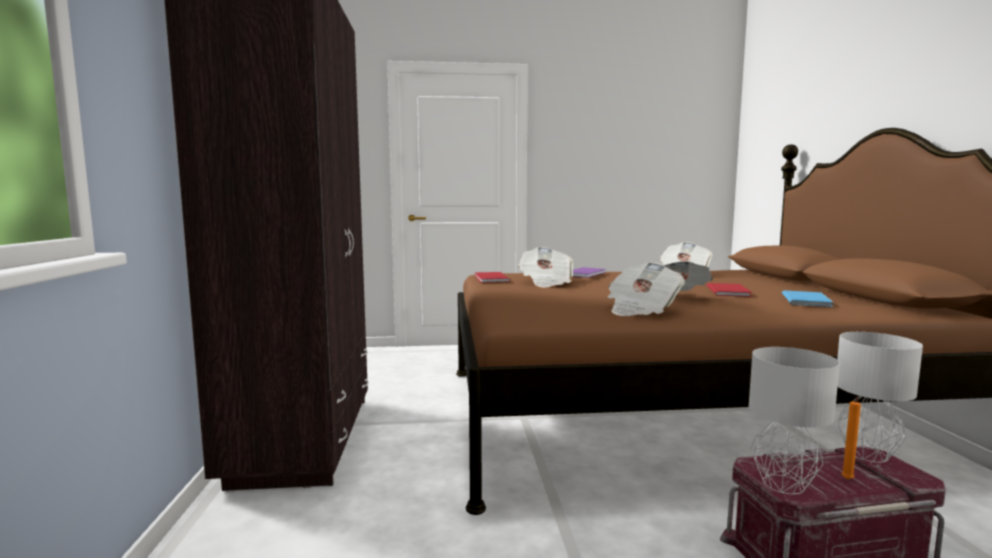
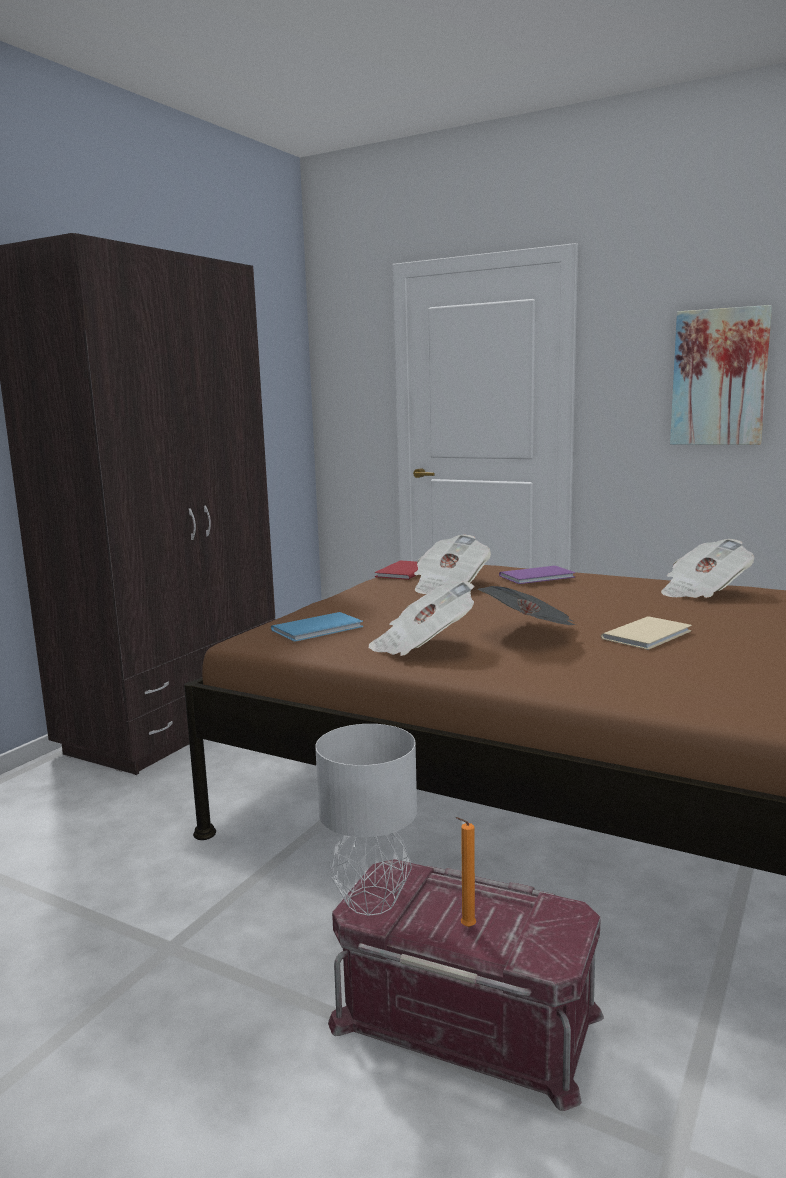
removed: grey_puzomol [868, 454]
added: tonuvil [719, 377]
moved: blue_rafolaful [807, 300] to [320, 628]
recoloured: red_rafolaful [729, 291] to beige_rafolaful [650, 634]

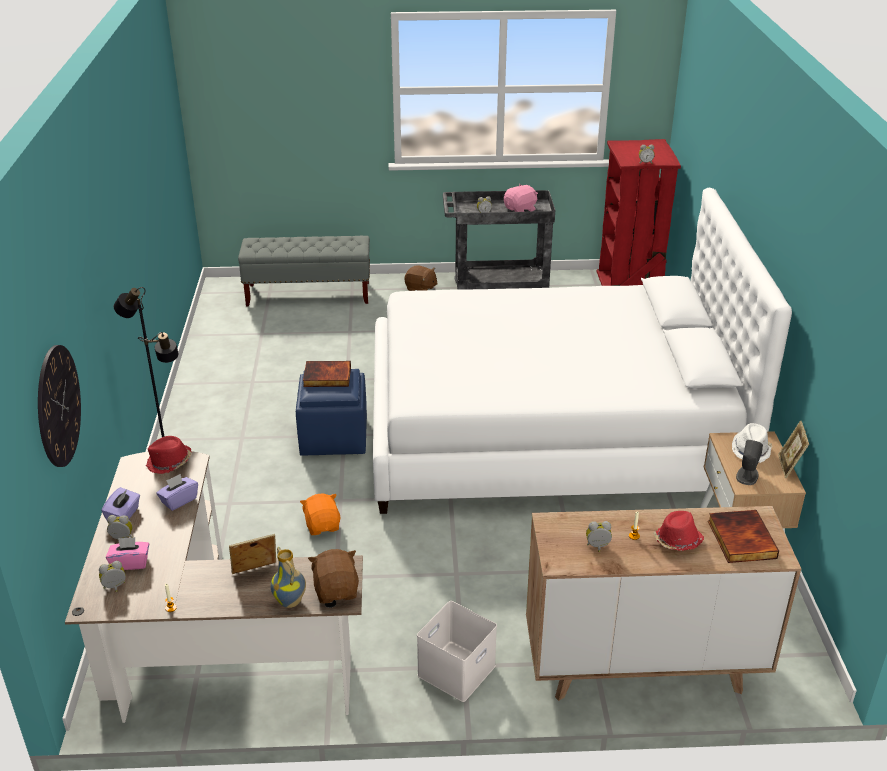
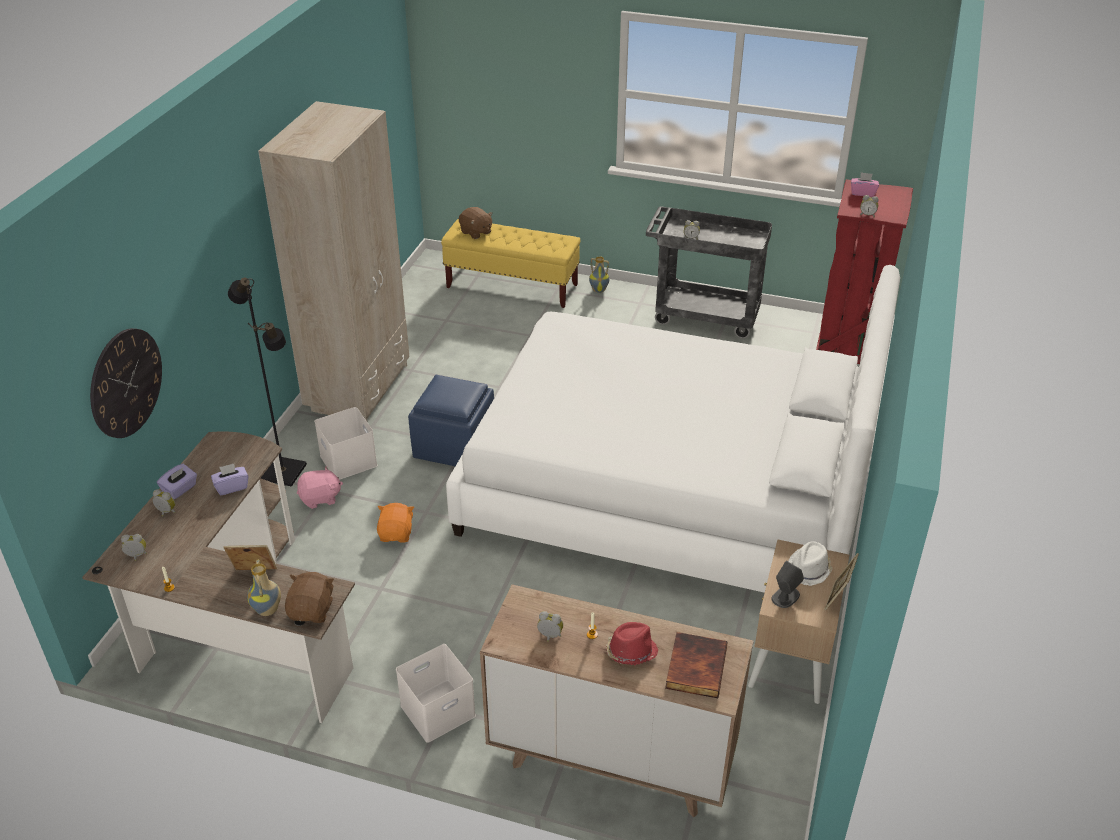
removed: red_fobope [169, 462]; rafolaful [327, 377]
added: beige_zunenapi [359, 387]; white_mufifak [347, 460]; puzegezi [599, 290]
moved: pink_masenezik [130, 563] to [863, 193]; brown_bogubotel [421, 289] to [476, 232]; pink_bogubotel [520, 209] to [320, 498]
recoloured: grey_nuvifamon [309, 294] to yellow_nuvifamon [512, 286]

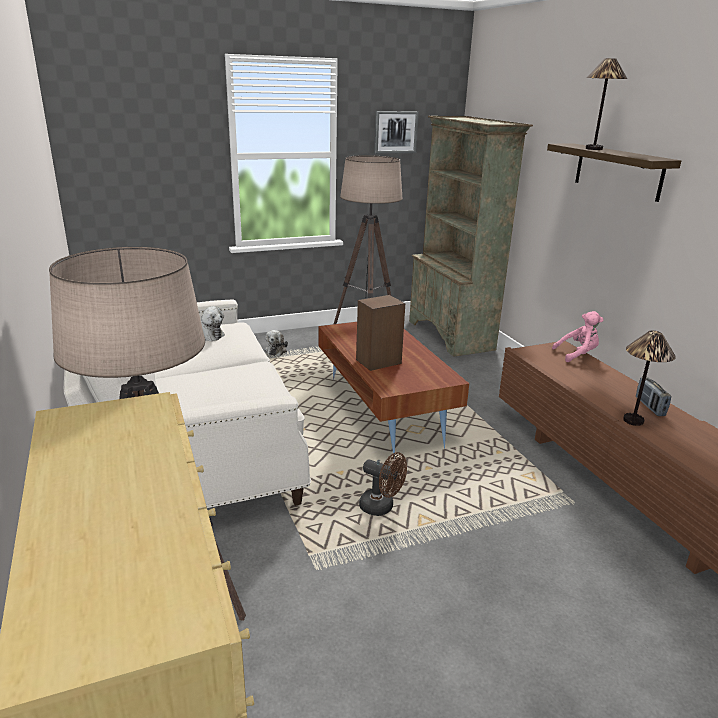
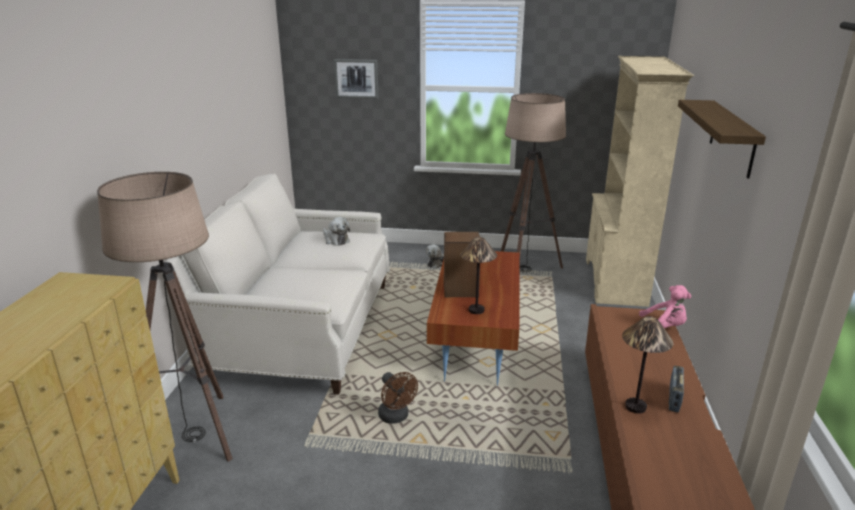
moved: tonuvil [395, 132] to [356, 78]; puzomol [593, 149] to [476, 310]
recoloured: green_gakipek [451, 335] to beige_gakipek [616, 281]

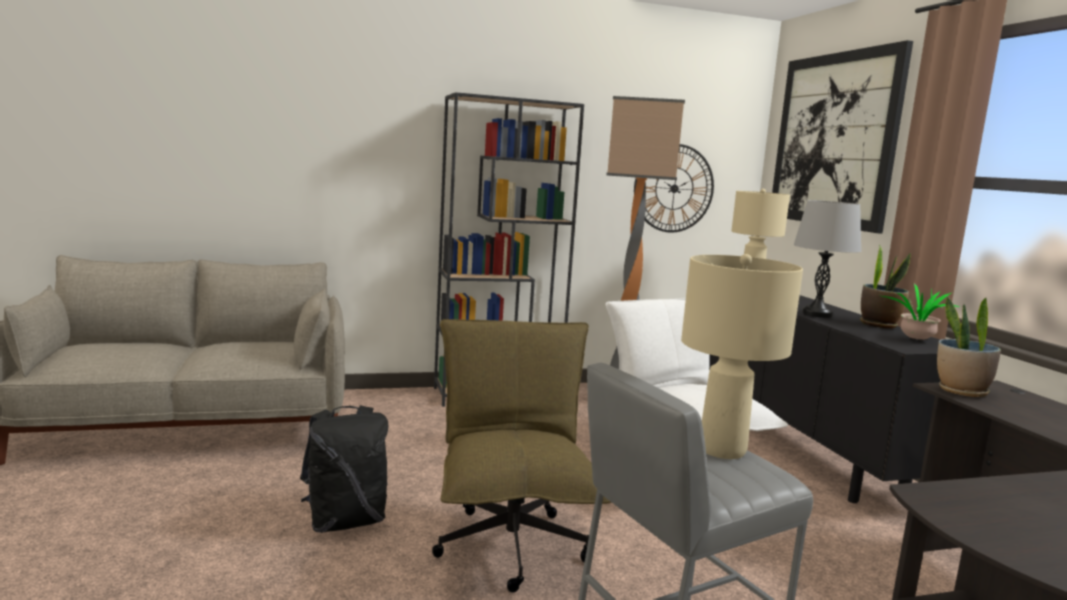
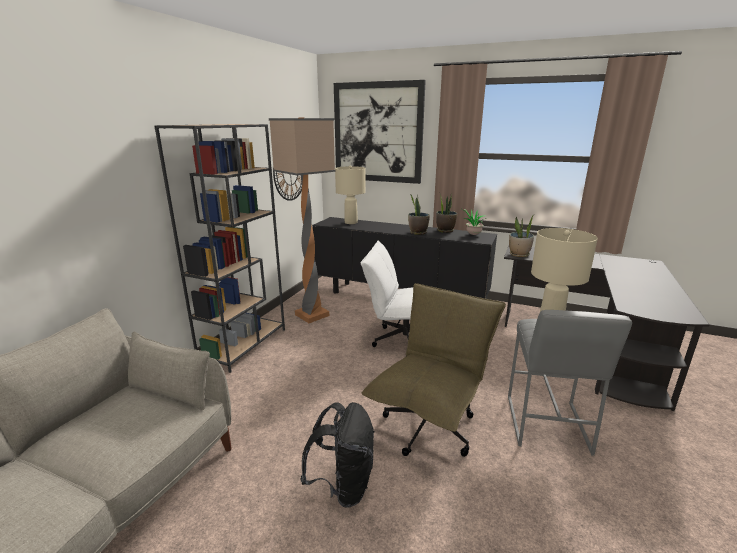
replaced: grey_puzomol [817, 314] to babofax [418, 232]
turned: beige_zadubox [511, 547] = [428, 427] 90 degrees clockwise

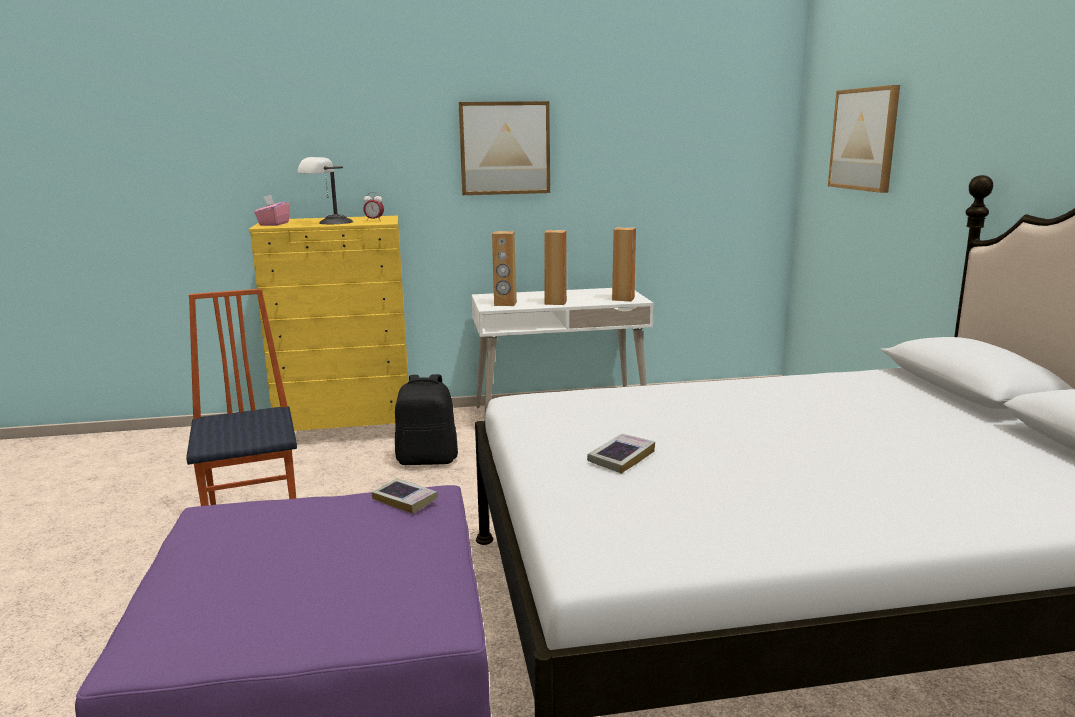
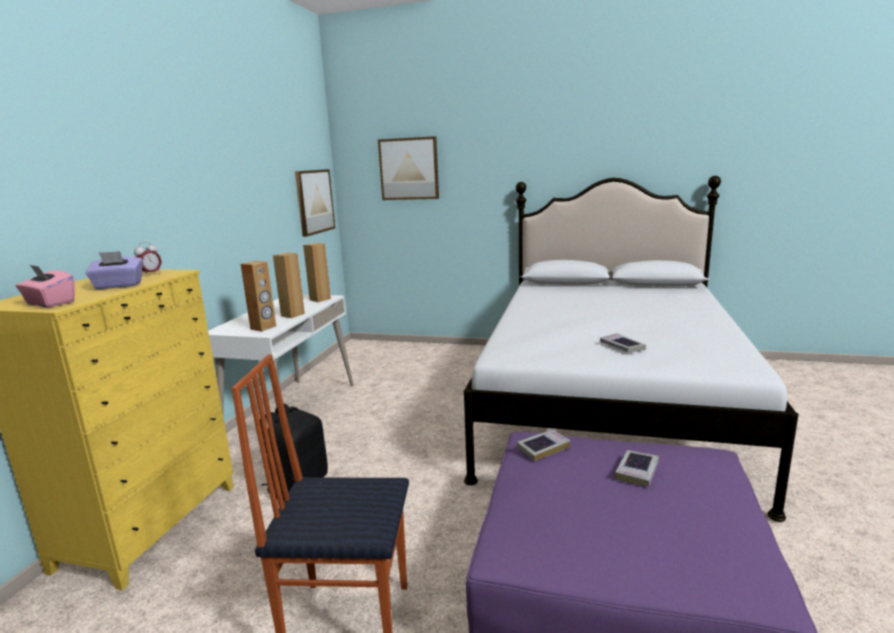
added: rafolaful [637, 471]
moved: tonuvil [504, 148] to [314, 201]
replaced: puzomol [329, 223] to purple_masenezik [118, 286]

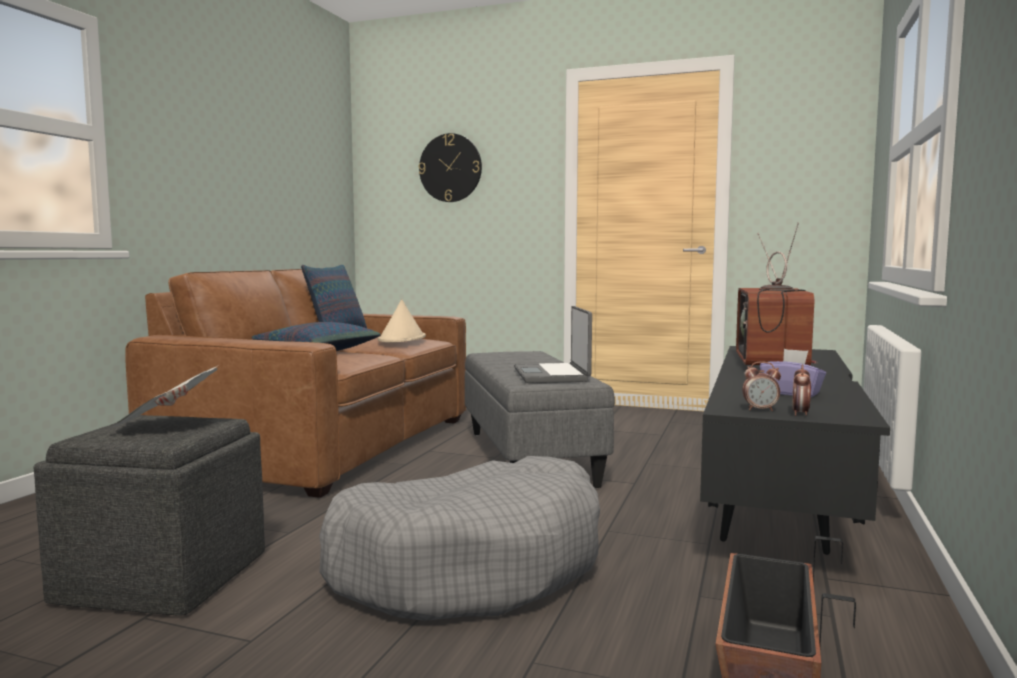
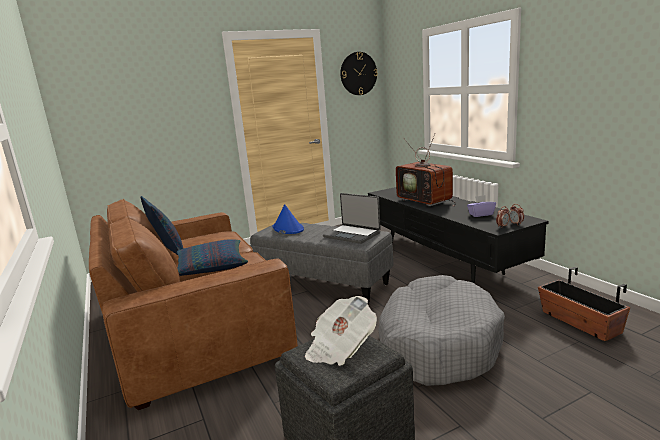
removed: beige_fobope [402, 339]
added: blue_fobope [287, 228]
moved: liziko [450, 168] to [358, 73]

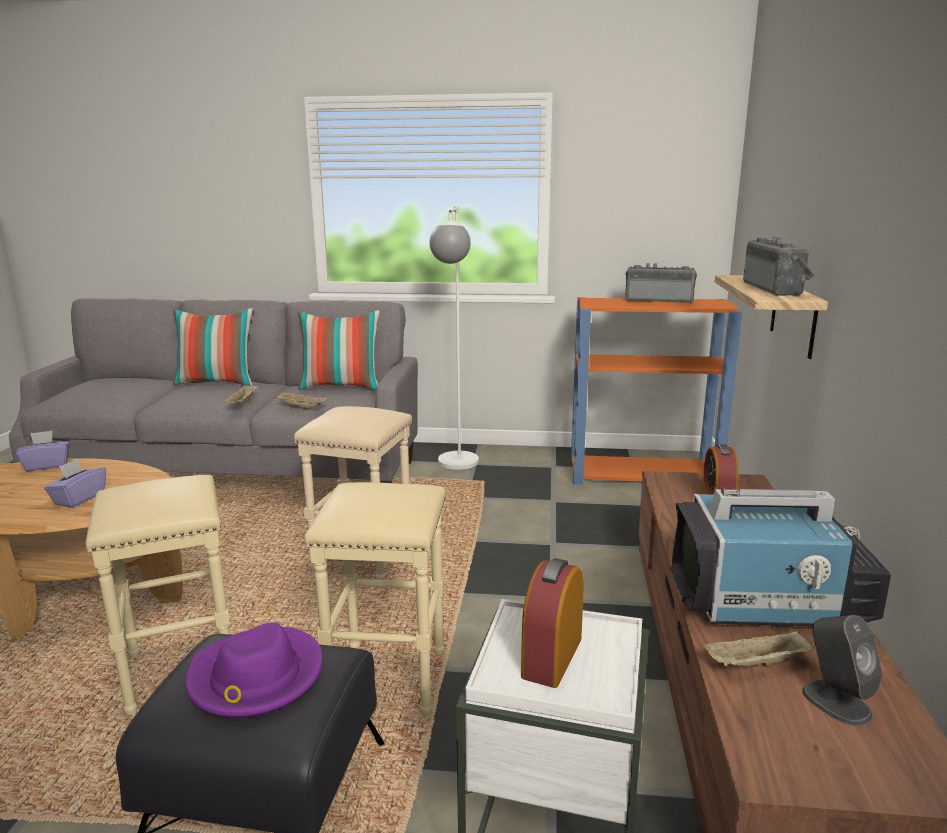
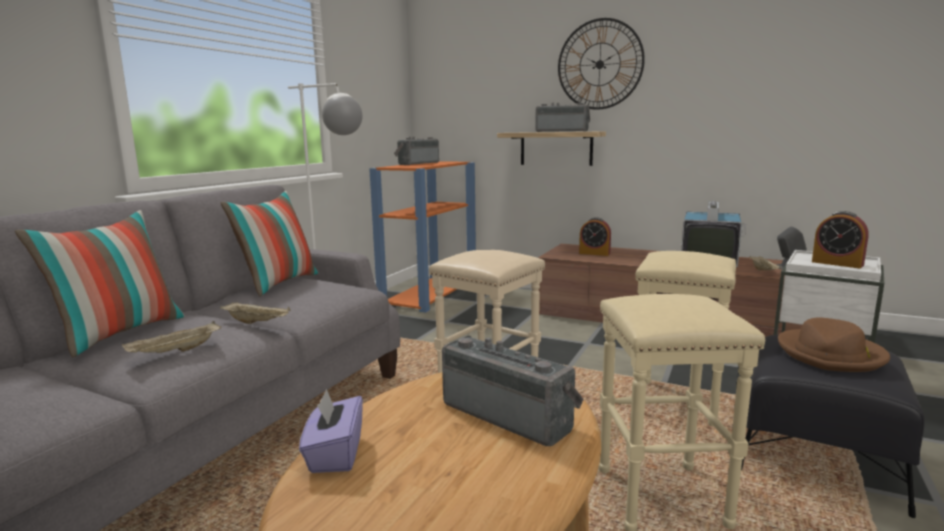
added: liziko [599, 64]
moved: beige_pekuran [300, 407] to [175, 352]
replaced: purple_masenezik [79, 498] to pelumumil [510, 415]
recoloured: purple_fobope [255, 677] to brown_fobope [831, 354]

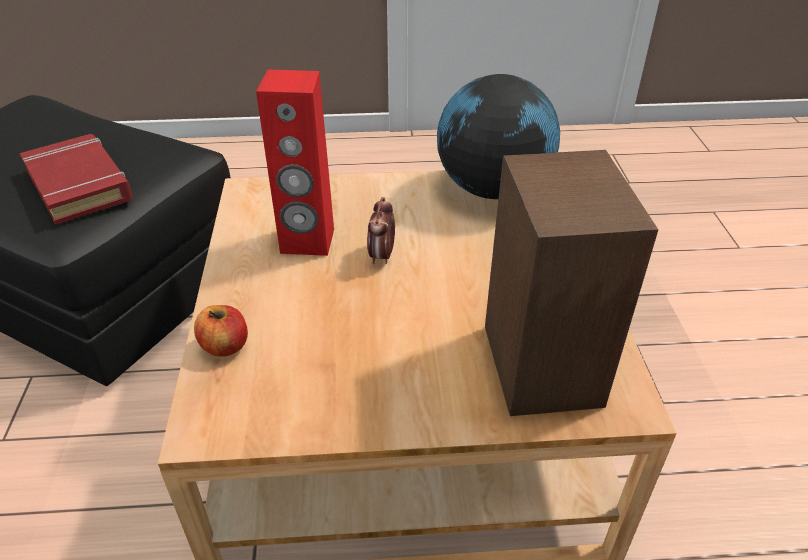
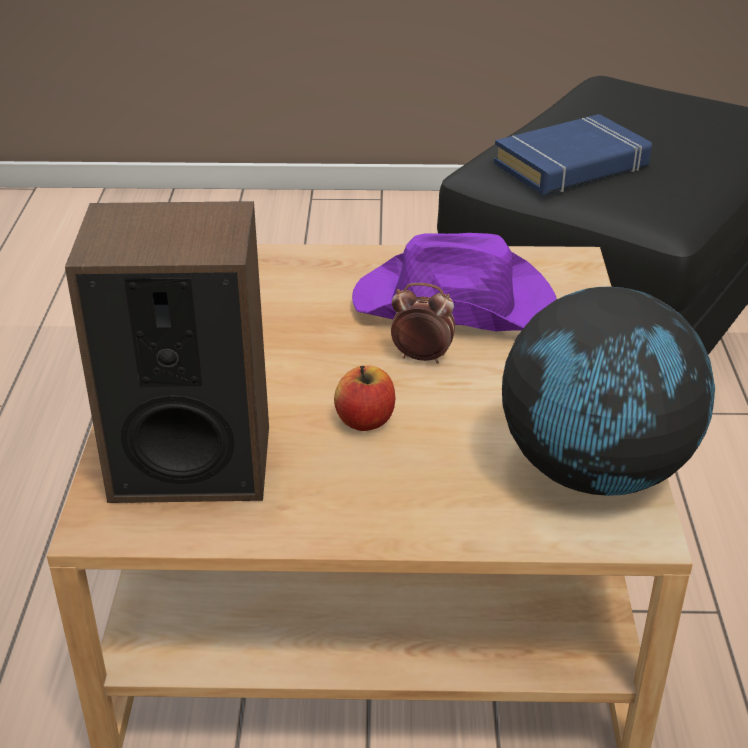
moved: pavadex [225, 346] to [365, 420]
replaced: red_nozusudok [307, 241] to purple_fobope [456, 305]
recoloured: red_rafolaful [79, 185] to blue_rafolaful [572, 165]

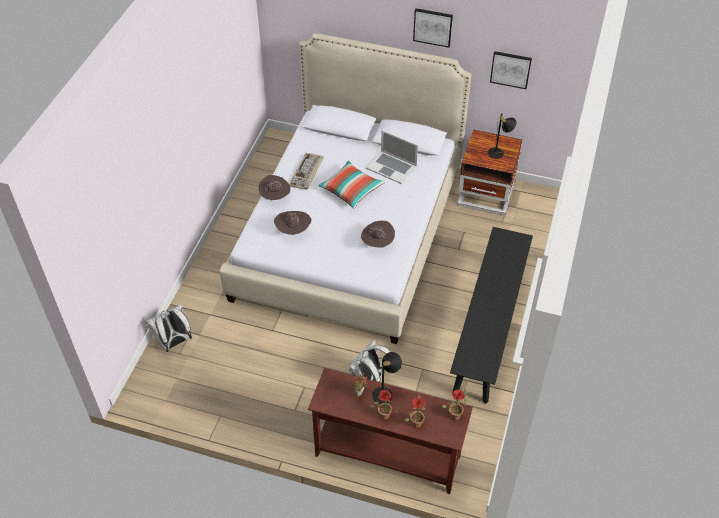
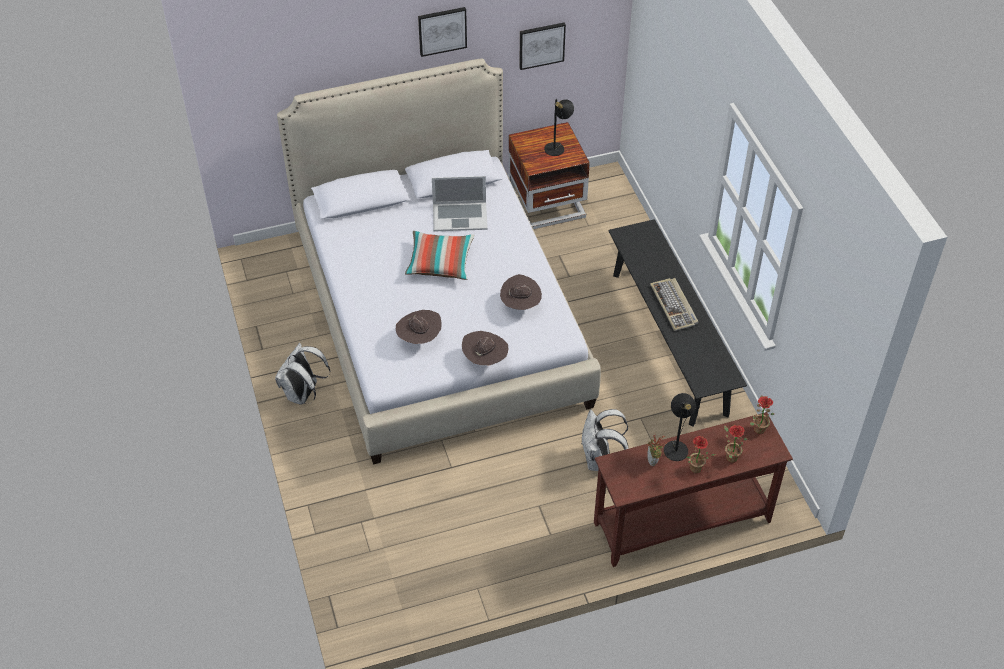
moved: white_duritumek [174, 342] to [303, 394]; brown_fobope [275, 197] to [485, 359]; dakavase [306, 173] to [674, 306]

